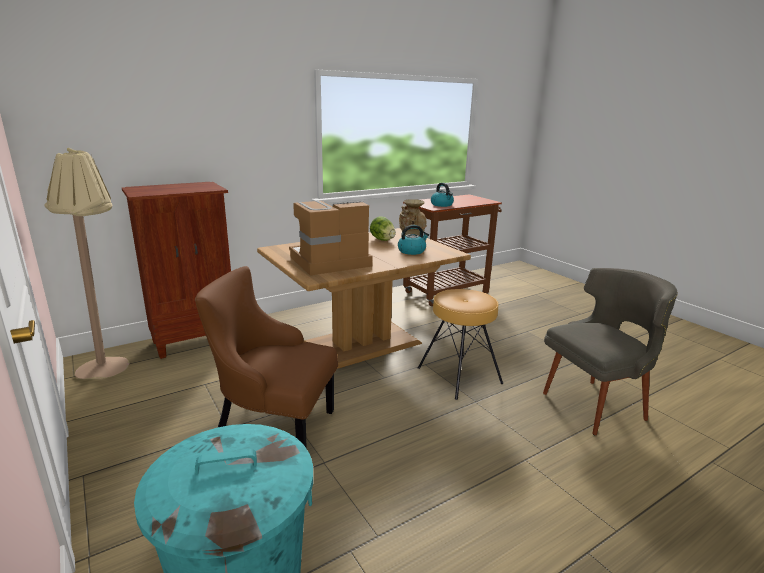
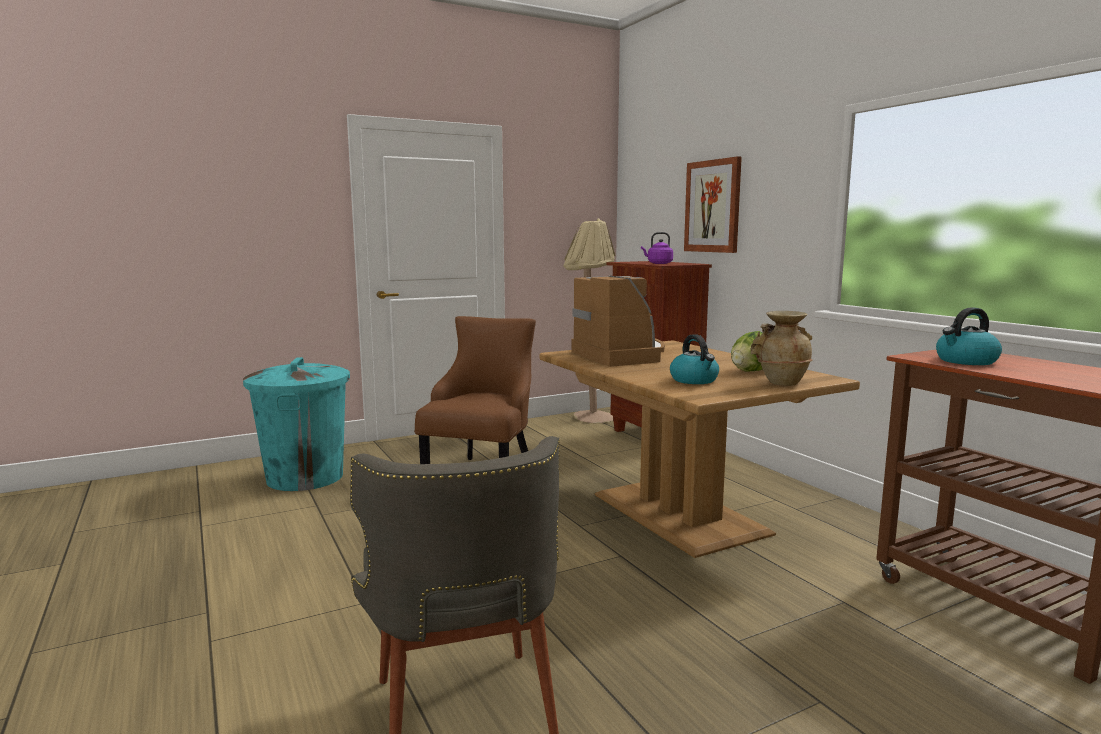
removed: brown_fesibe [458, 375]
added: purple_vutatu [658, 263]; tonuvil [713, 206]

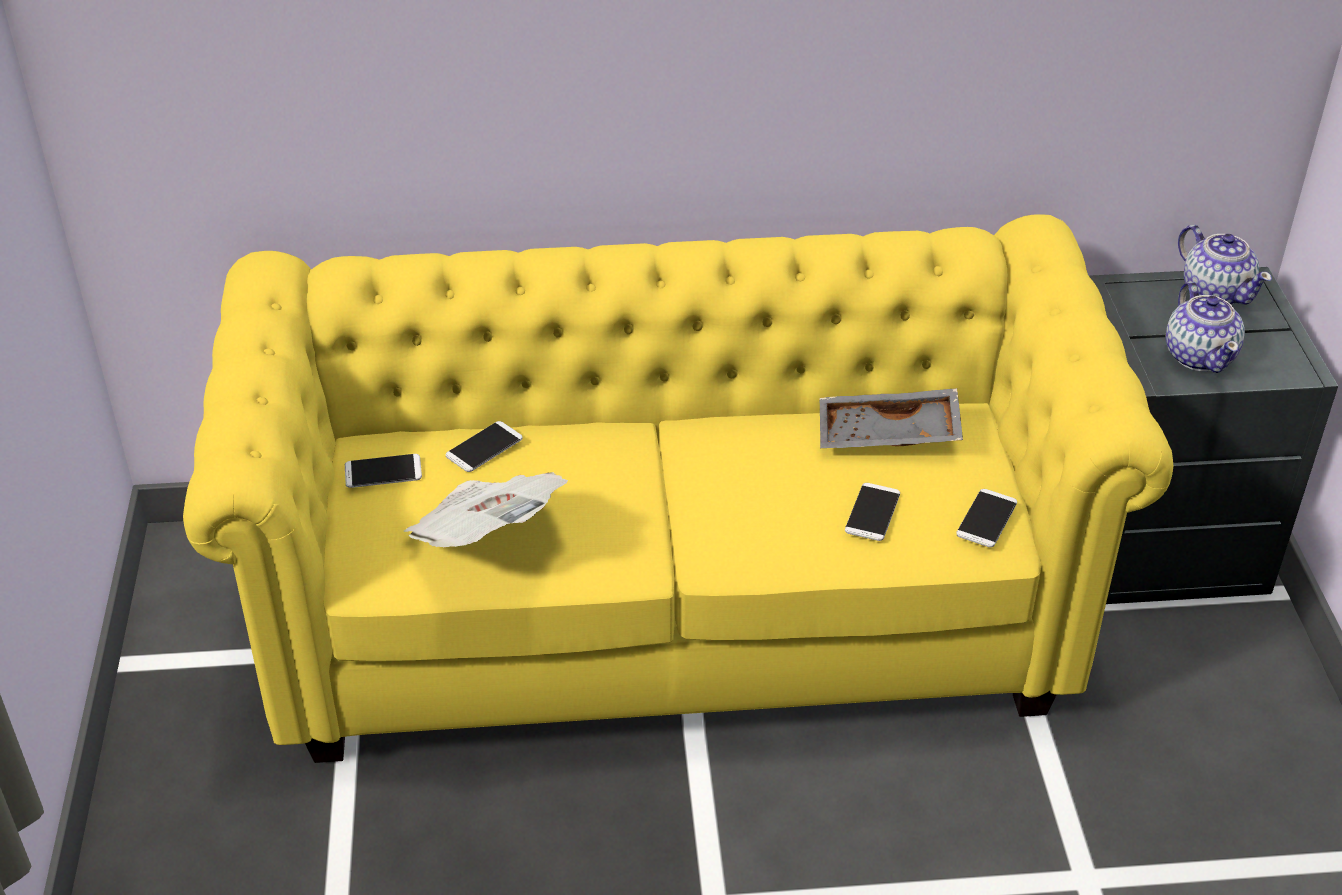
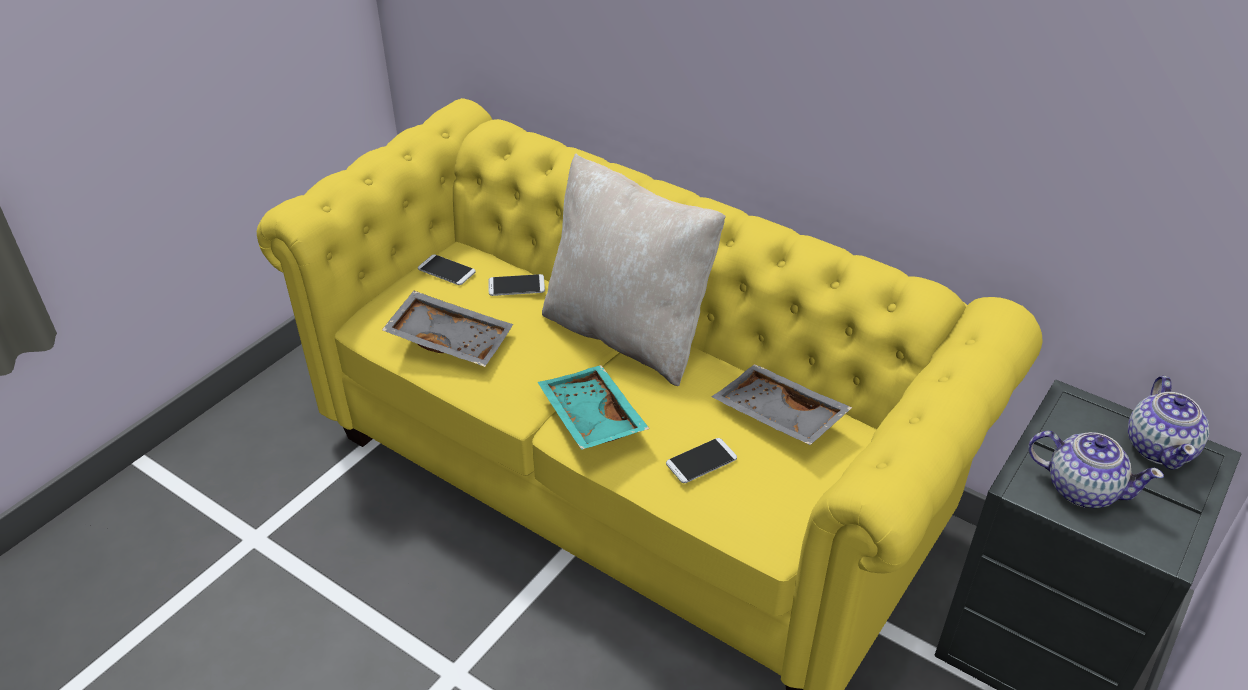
removed: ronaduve [986, 519]
added: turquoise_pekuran [589, 419]; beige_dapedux [628, 333]
replaced: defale [487, 538] to grey_pekuran [451, 339]
turned: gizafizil [1199, 356] = [1081, 488] 90 degrees counterclockwise

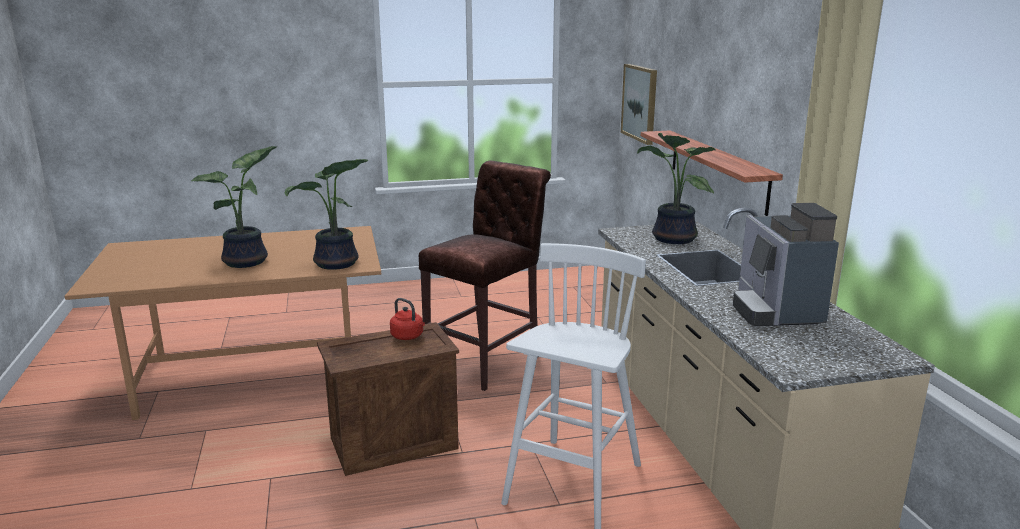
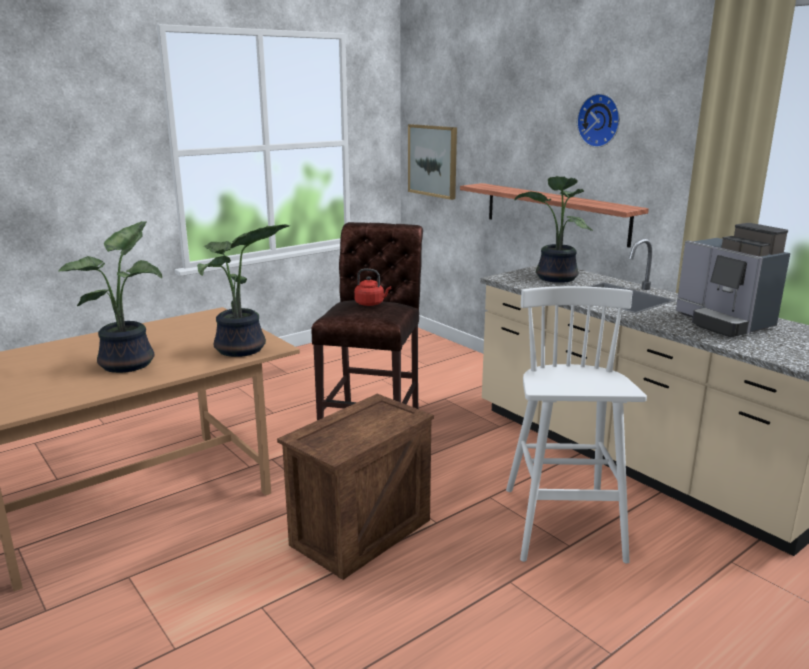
added: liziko [600, 120]
moved: red_vutatu [408, 336] to [371, 304]

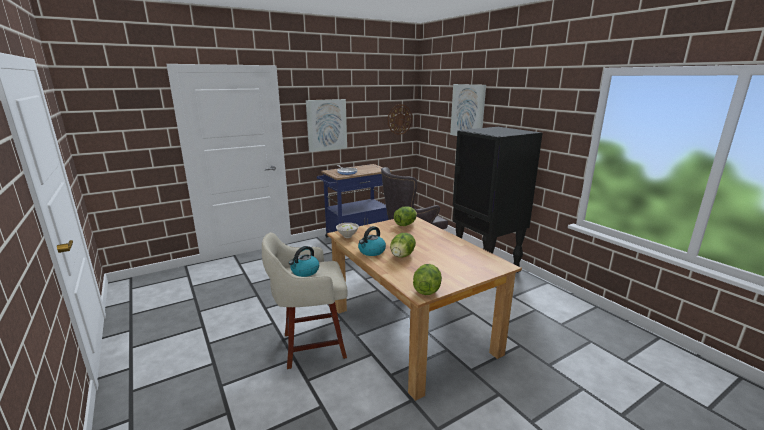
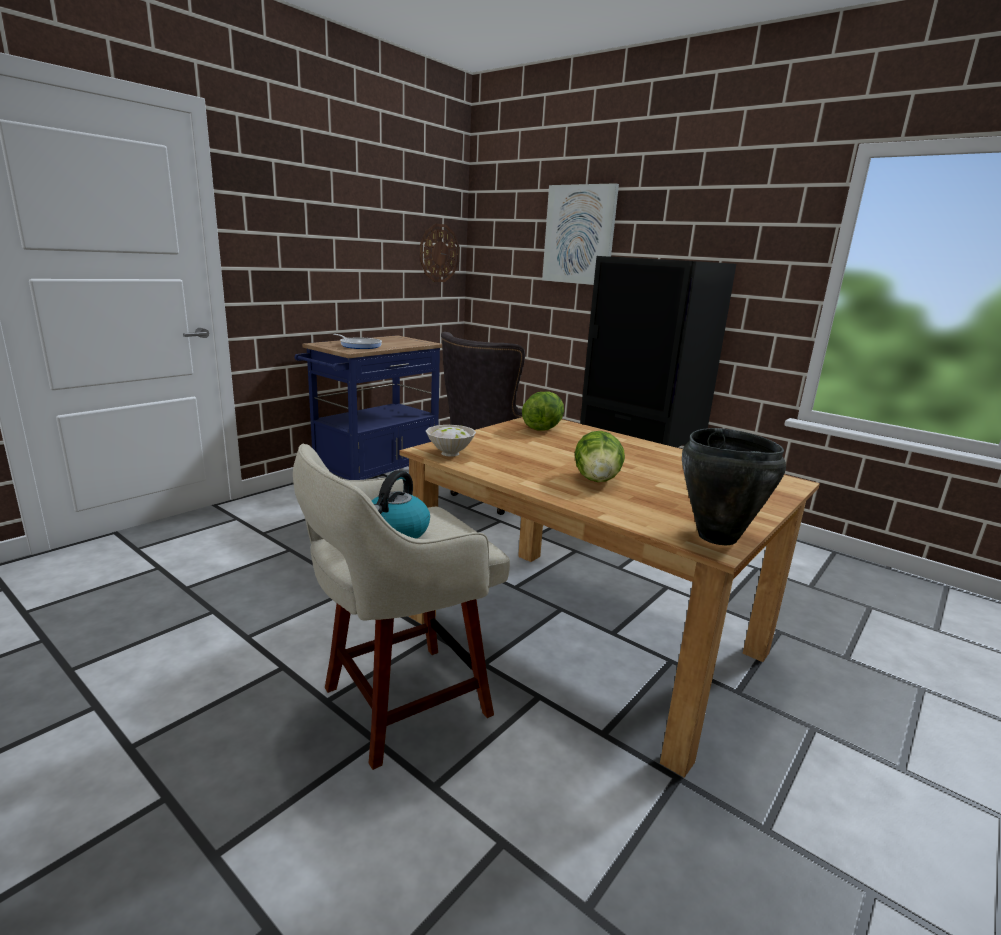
removed: tonuvil [326, 125]; vutatu [371, 251]
replaced: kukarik [427, 290] to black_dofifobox [717, 537]

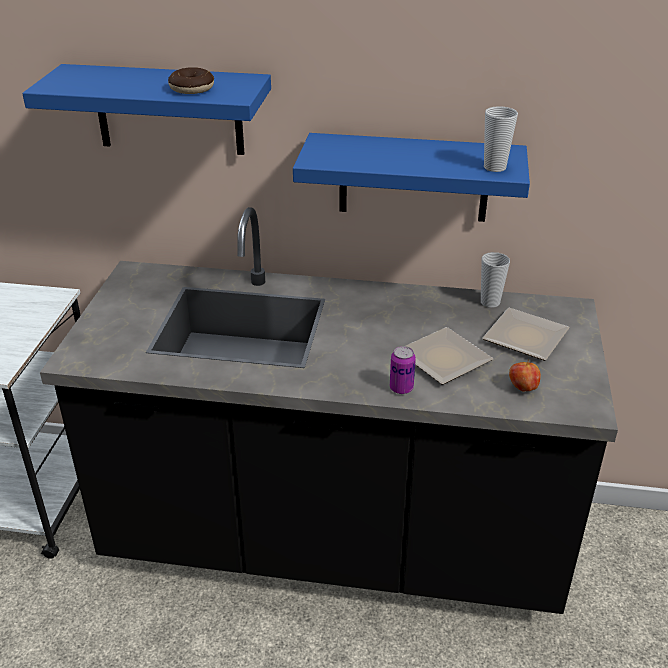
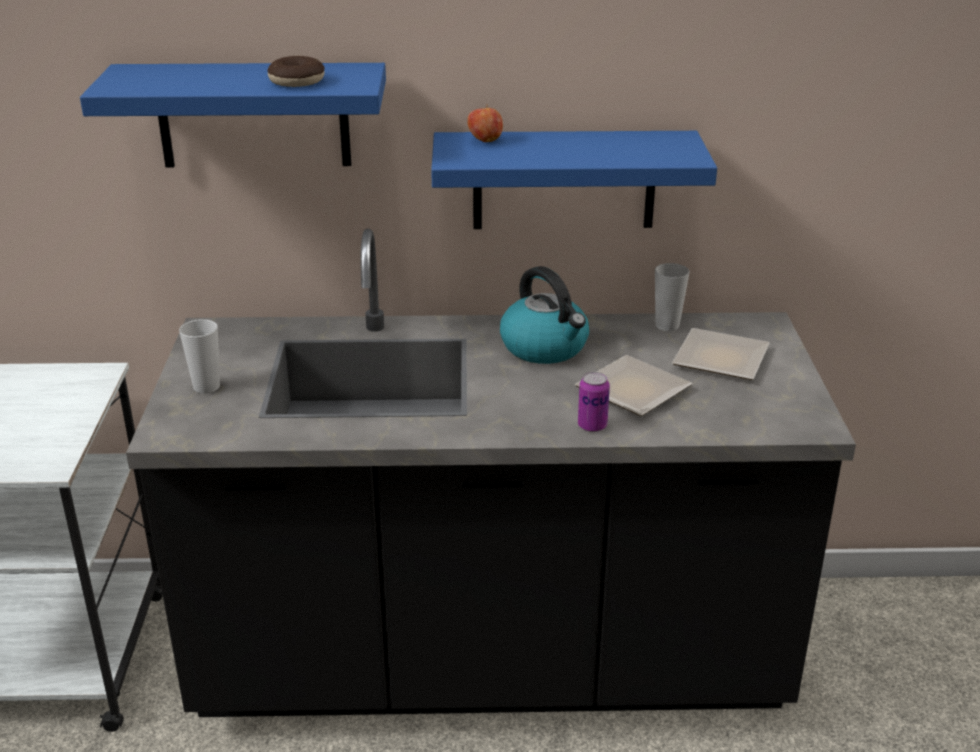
added: vutatu [545, 347]
moved: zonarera [494, 167] to [206, 387]; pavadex [522, 388] to [485, 141]

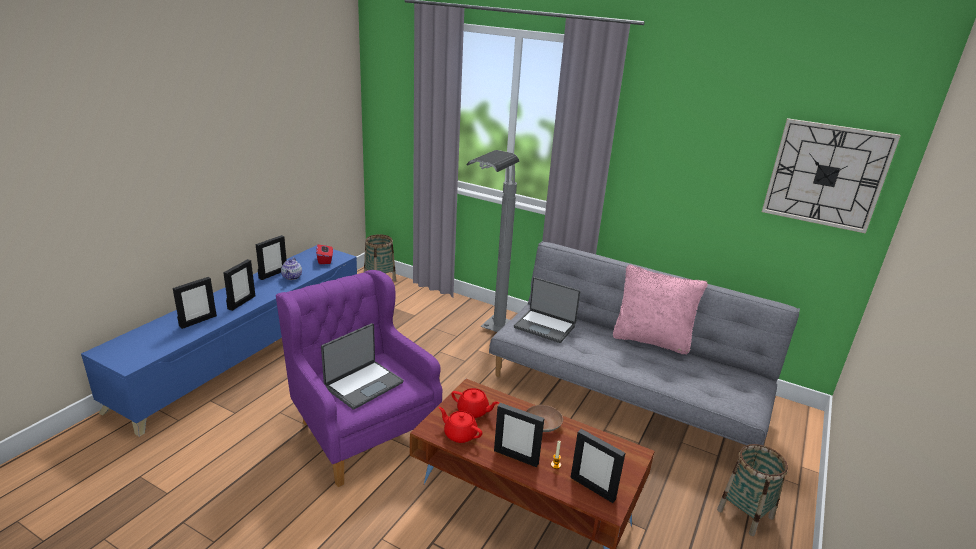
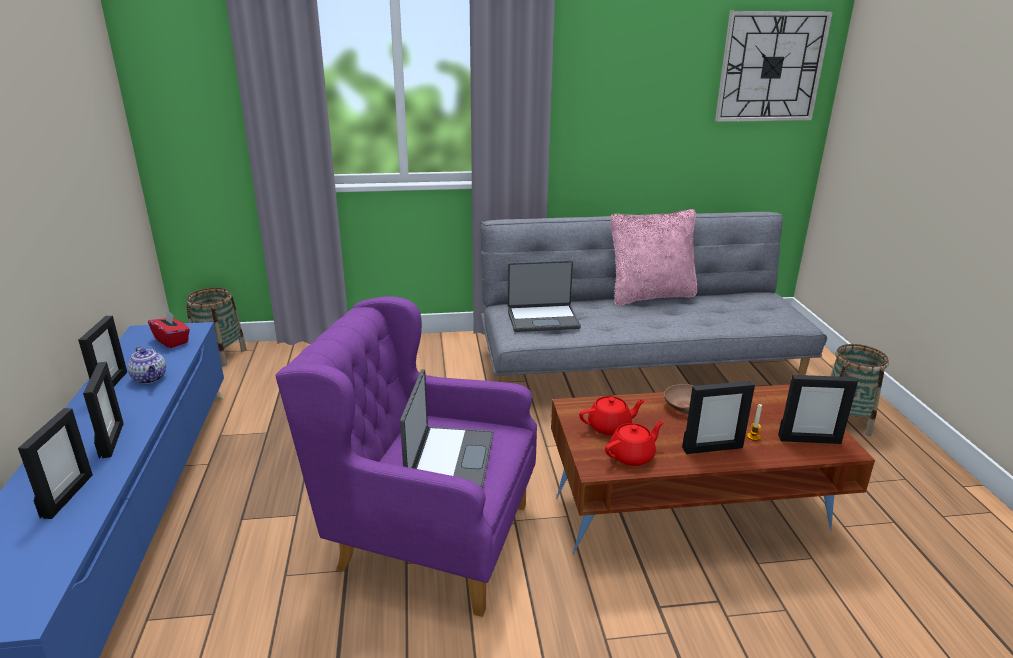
removed: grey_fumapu [490, 336]
turned: red_gizafizil [460, 434] = [632, 456] 150 degrees clockwise

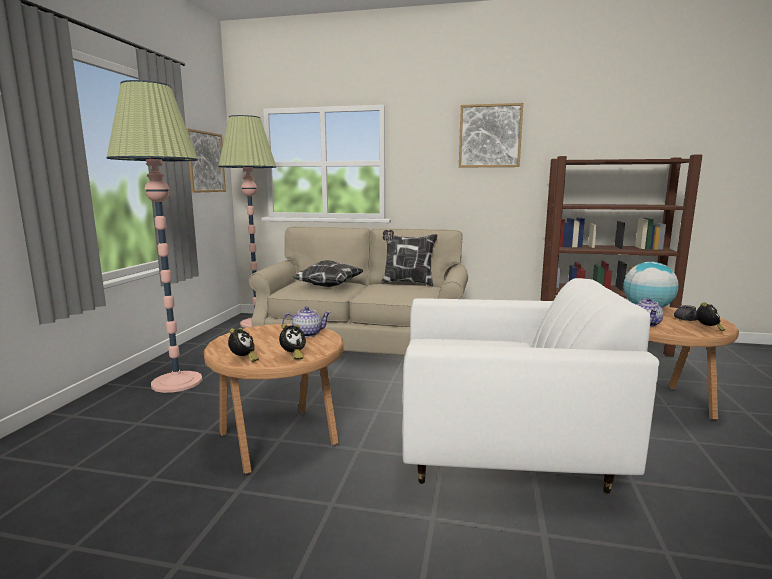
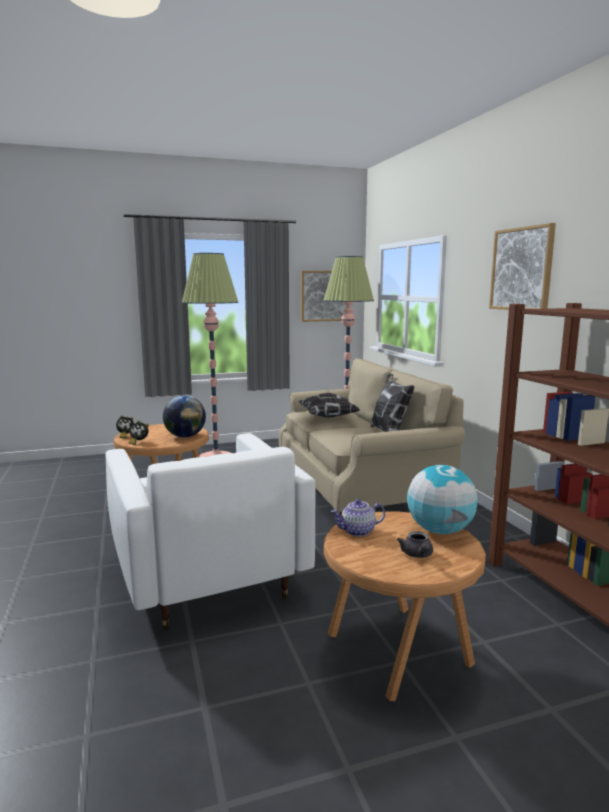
removed: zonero [708, 329]
replaced: gizafizil [307, 334] to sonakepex [185, 436]

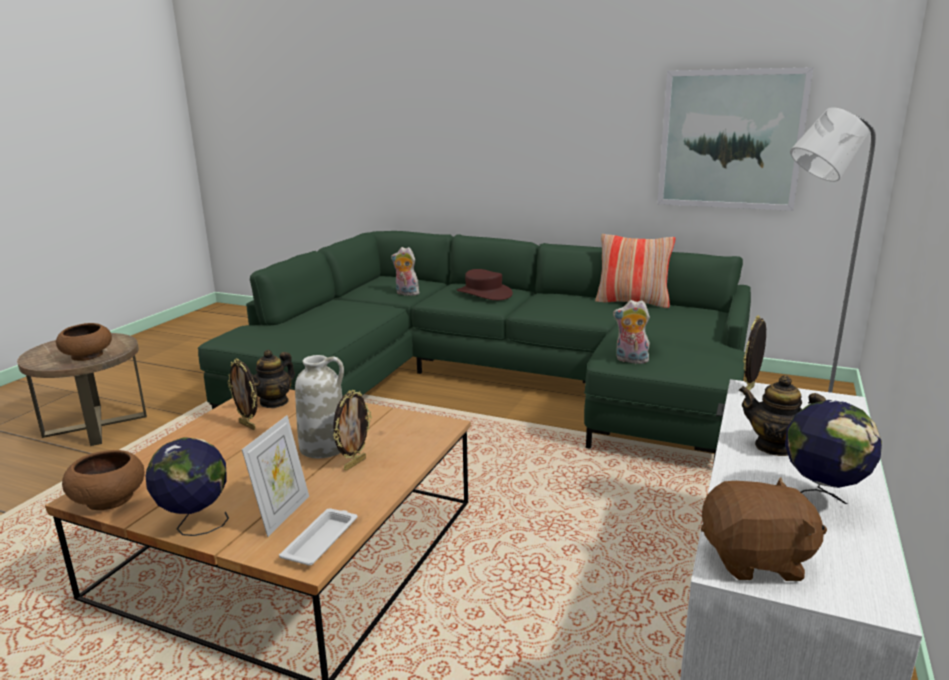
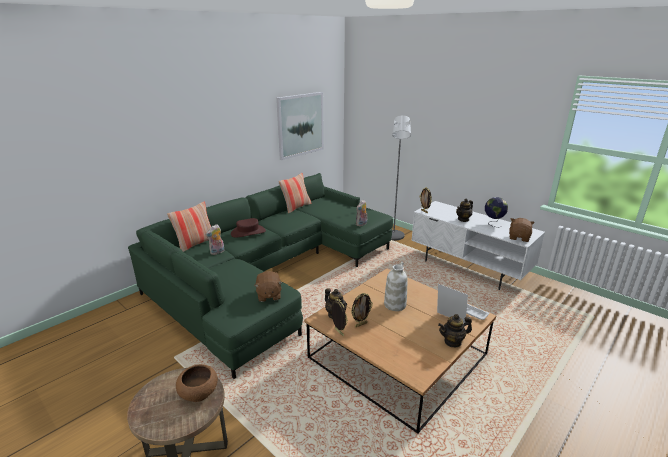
removed: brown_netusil [109, 499]
added: dapedux [196, 243]; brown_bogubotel [268, 295]
moved: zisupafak [354, 463] to [338, 332]
replaced: sonakepex [195, 525] to gizafizil [453, 342]

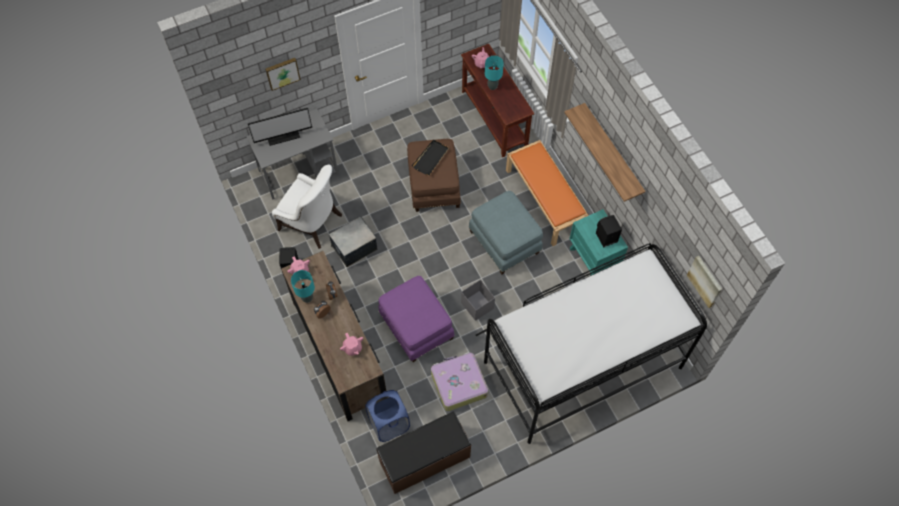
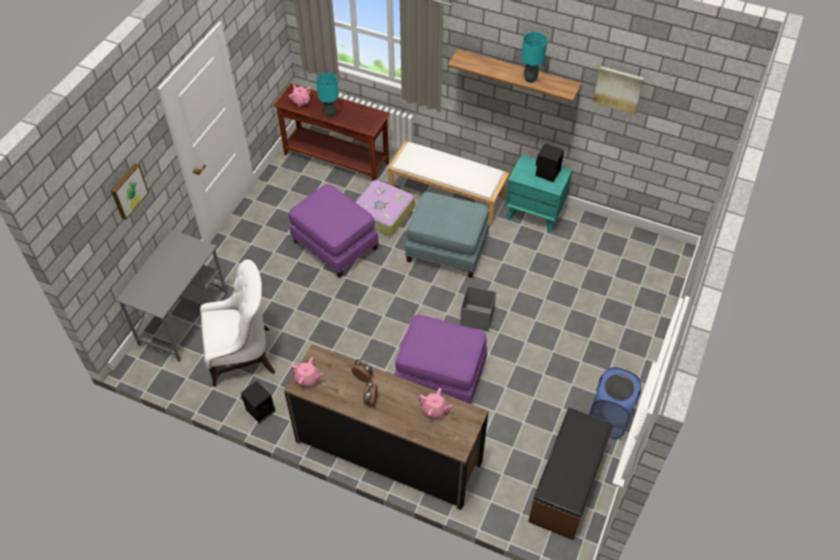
removed: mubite [283, 135]; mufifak [354, 247]; black_pekuran [431, 158]; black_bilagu [579, 364]
moved: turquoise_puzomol [307, 298] to [530, 79]; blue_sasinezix [389, 424] to [608, 419]; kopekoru [458, 384] to [382, 213]; tonuvil [705, 281] to [618, 89]
recoloured: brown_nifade [433, 185] to purple_nifade [334, 246]; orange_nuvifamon [545, 201] to white_nuvifamon [448, 195]

